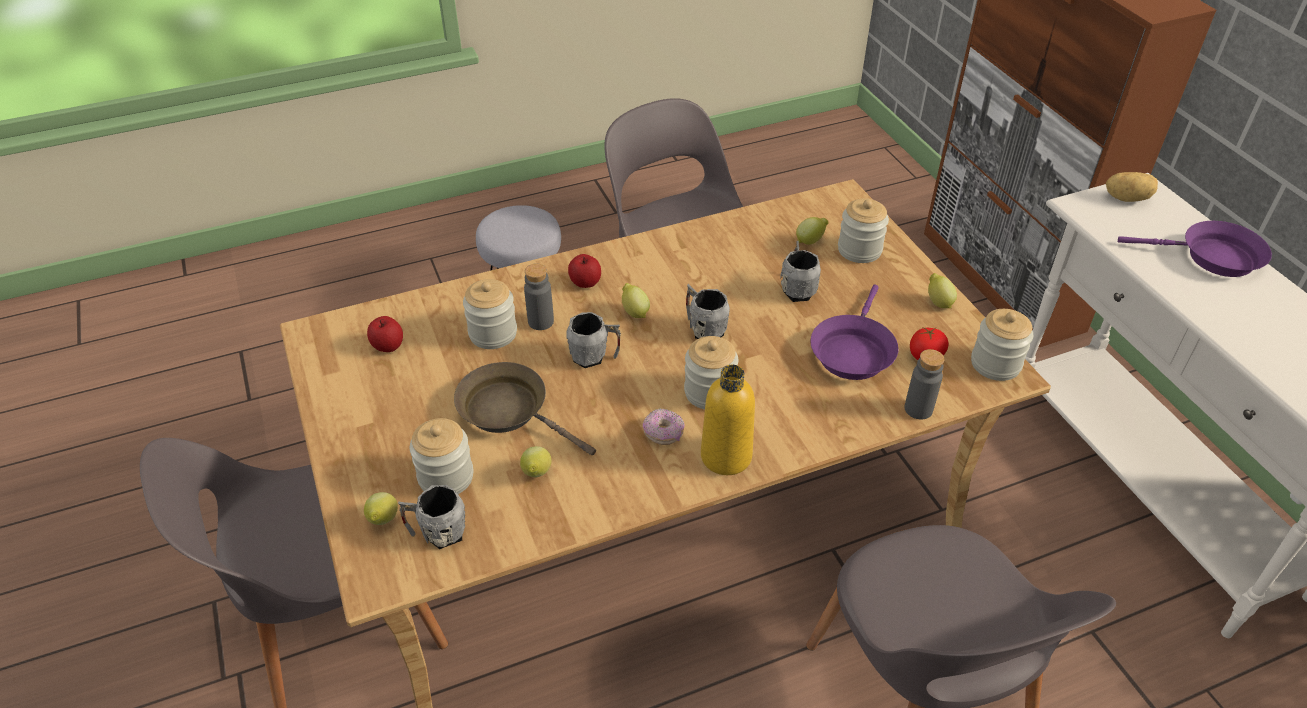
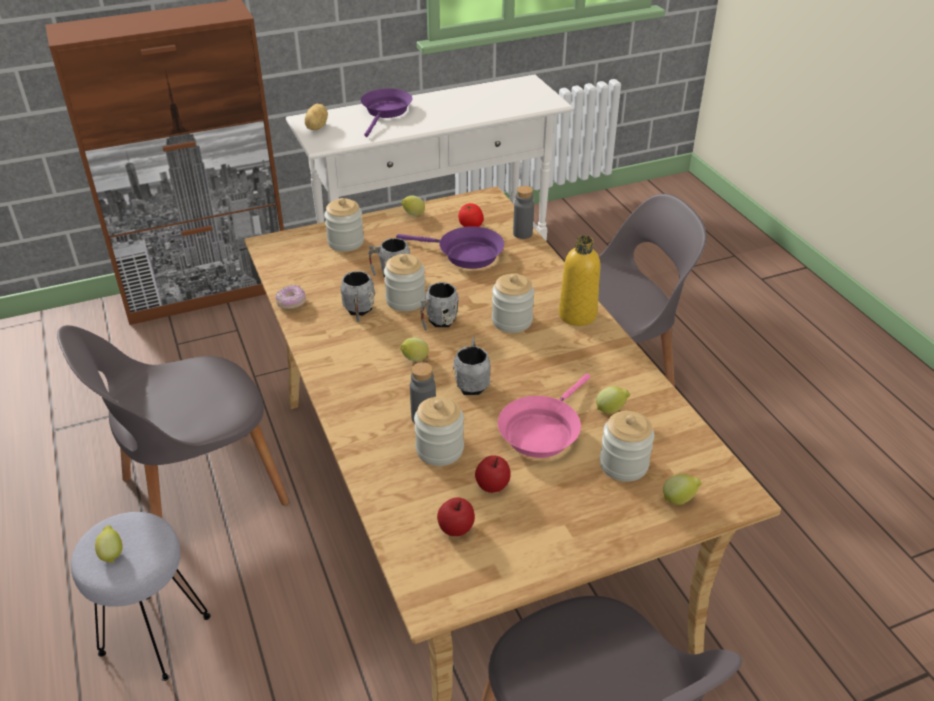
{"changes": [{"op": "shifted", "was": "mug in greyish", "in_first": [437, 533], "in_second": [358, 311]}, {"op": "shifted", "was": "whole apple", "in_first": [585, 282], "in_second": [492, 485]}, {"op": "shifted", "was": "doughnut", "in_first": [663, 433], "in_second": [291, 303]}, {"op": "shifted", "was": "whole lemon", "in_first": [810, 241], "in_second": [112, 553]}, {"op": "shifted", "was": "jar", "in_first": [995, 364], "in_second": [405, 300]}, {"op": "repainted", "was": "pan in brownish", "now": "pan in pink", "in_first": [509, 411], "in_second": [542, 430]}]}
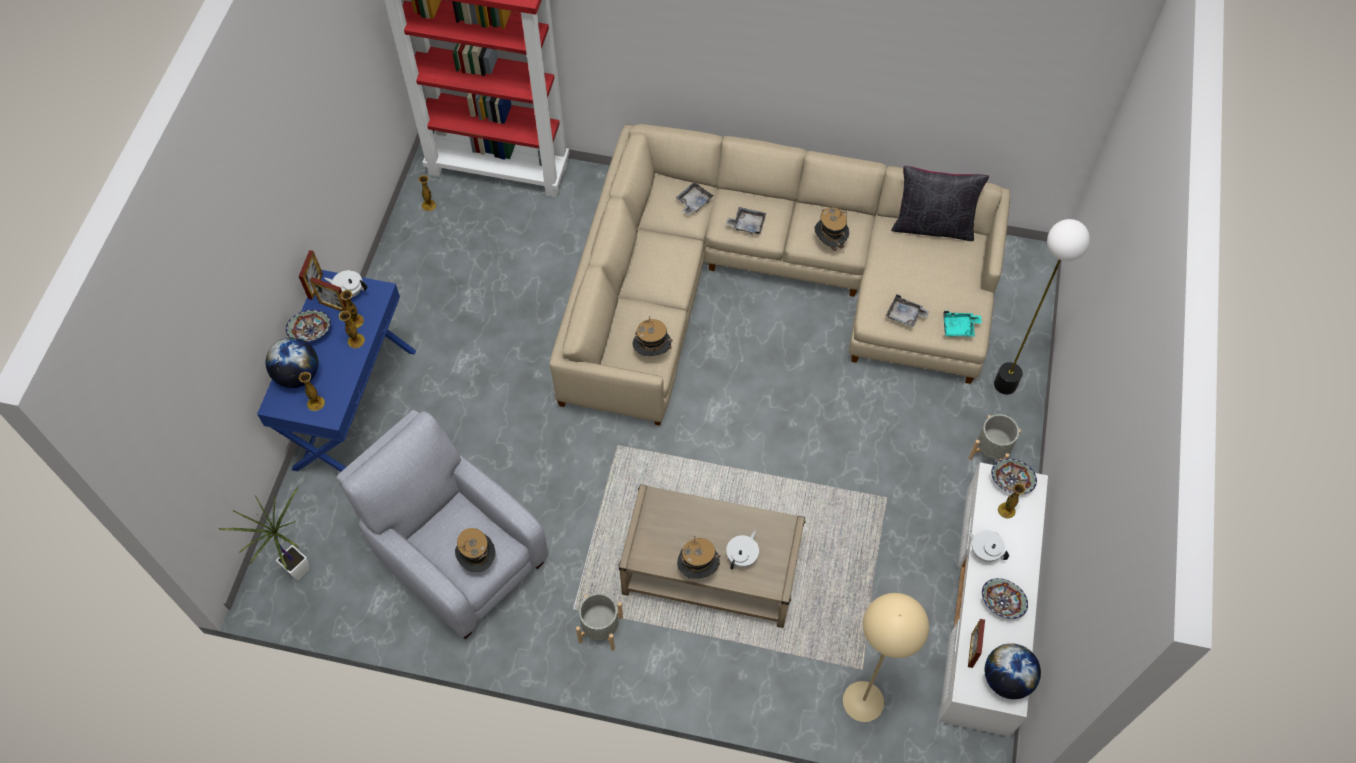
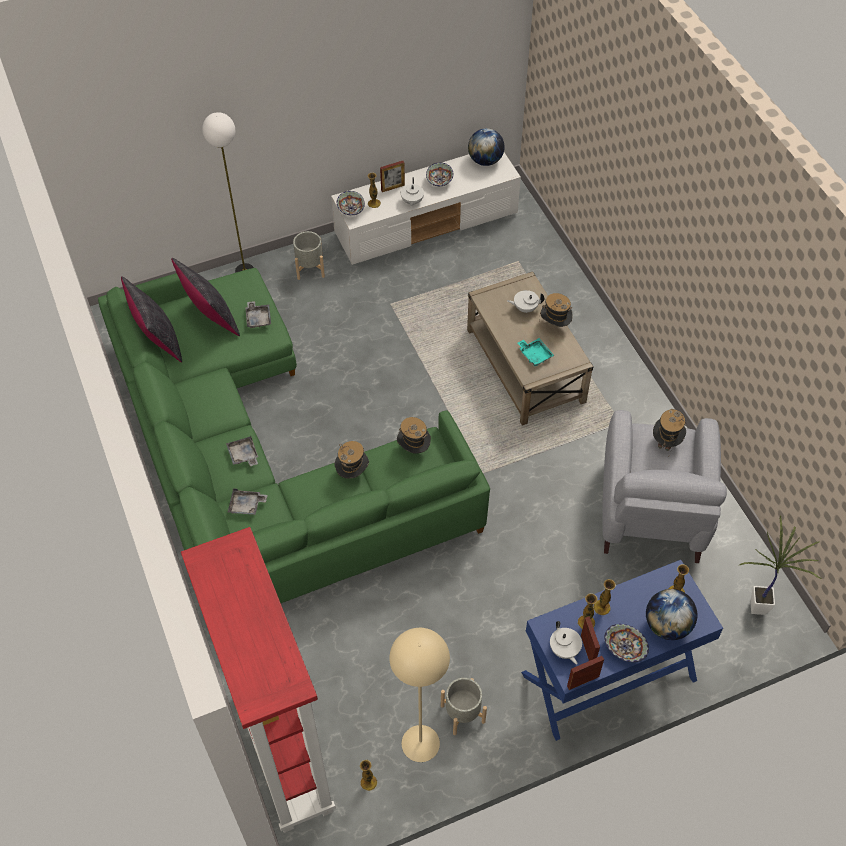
{"changes": [{"op": "new", "now": "throw pillow in blackish", "in_second": [211, 318]}, {"op": "shifted", "was": "flower pot in greyish", "in_first": [601, 629], "in_second": [462, 713]}, {"op": "shifted", "was": "wearable hat", "in_first": [829, 242], "in_second": [352, 473]}, {"op": "shifted", "was": "floor lamp in beige-coloured", "in_first": [863, 701], "in_second": [420, 743]}, {"op": "shifted", "was": "carrying tray in blue-green", "in_first": [959, 328], "in_second": [535, 355]}, {"op": "shifted", "was": "photo frame", "in_first": [972, 650], "in_second": [393, 187]}, {"op": "repainted", "was": "couch in beige-coloured", "now": "couch in greenish", "in_first": [768, 285], "in_second": [262, 461]}]}
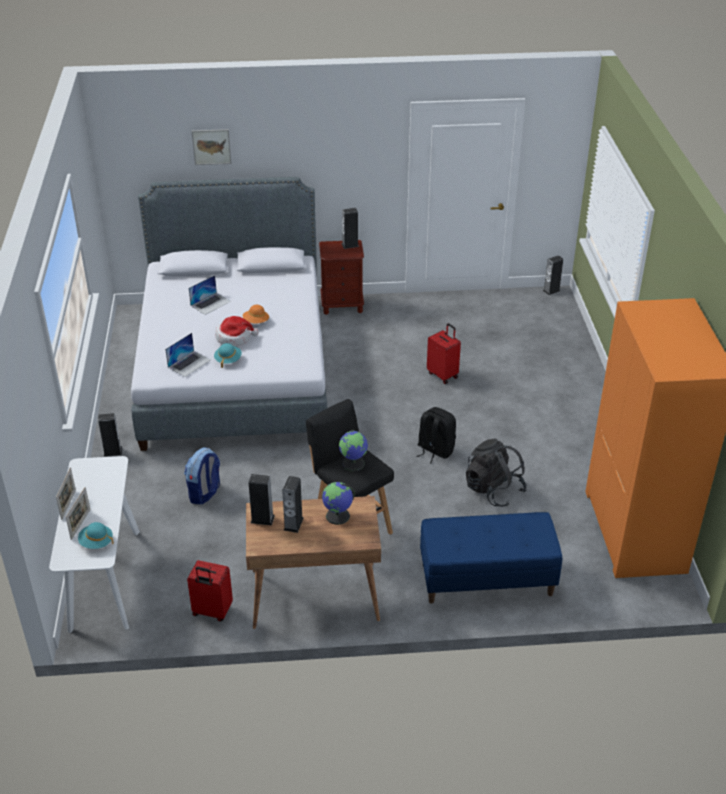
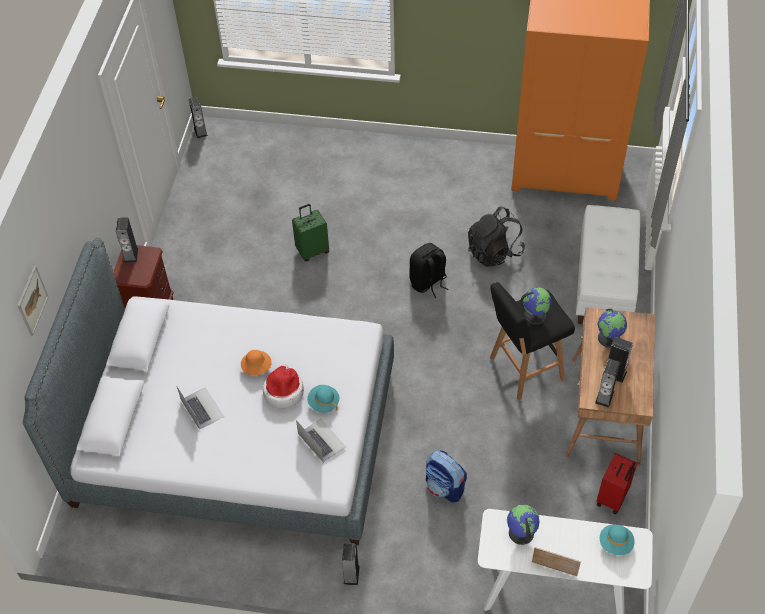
{"changes": [{"op": "gone", "was": "photo frame", "in_first": [80, 524]}, {"op": "new", "now": "desk globe", "in_second": [520, 533]}, {"op": "repainted", "was": "long seat in blue-coloured", "now": "long seat in whitish", "in_first": [486, 580], "in_second": [604, 283]}, {"op": "repainted", "was": "travel case in reddish", "now": "travel case in greenish", "in_first": [443, 375], "in_second": [312, 250]}]}
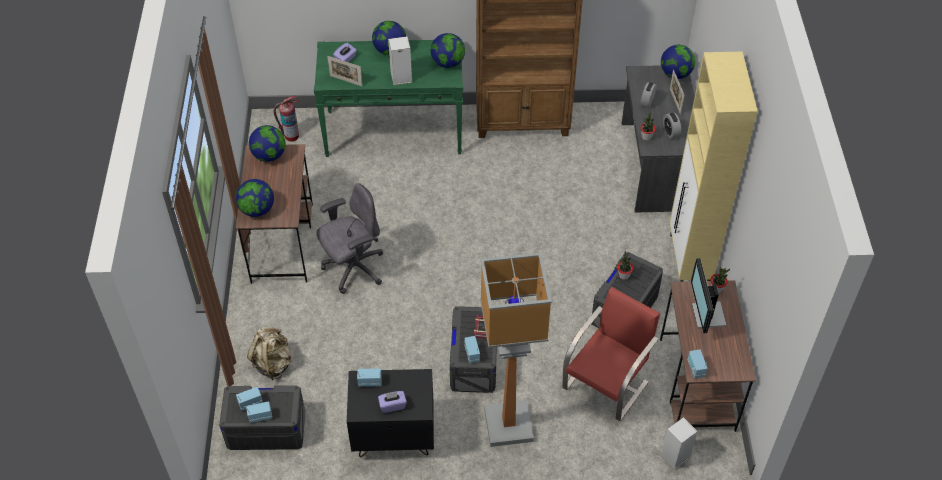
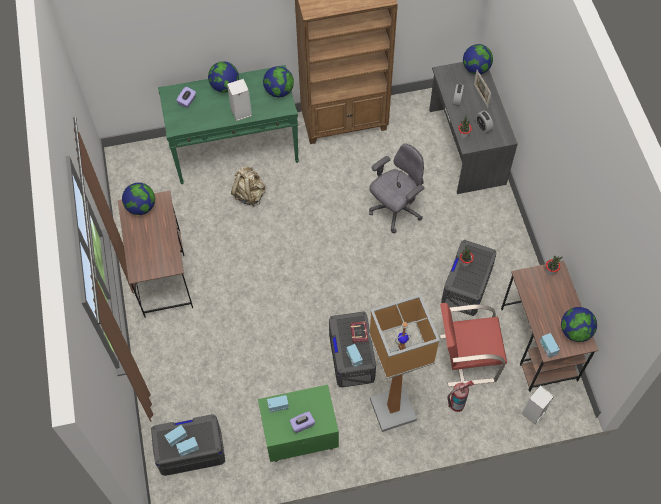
{"changes": [{"op": "gone", "was": "photo frame", "in_first": [346, 81]}, {"op": "gone", "was": "cupboard in beige-coloured", "in_first": [688, 261]}, {"op": "gone", "was": "computer display", "in_first": [707, 315]}, {"op": "shifted", "was": "desk globe", "in_first": [257, 210], "in_second": [575, 331]}, {"op": "shifted", "was": "knapsack in beige-coloured", "in_first": [273, 363], "in_second": [249, 194]}, {"op": "shifted", "was": "extinguisher", "in_first": [291, 136], "in_second": [456, 404]}, {"op": "shifted", "was": "desk chair in greyish", "in_first": [353, 269], "in_second": [395, 210]}, {"op": "repainted", "was": "nightstand in blackish", "now": "nightstand in greenish", "in_first": [393, 436], "in_second": [300, 438]}, {"op": "rotated", "was": "plain chair in reddish", "in_first": [606, 384], "in_second": [465, 358], "clockwise": -120}]}
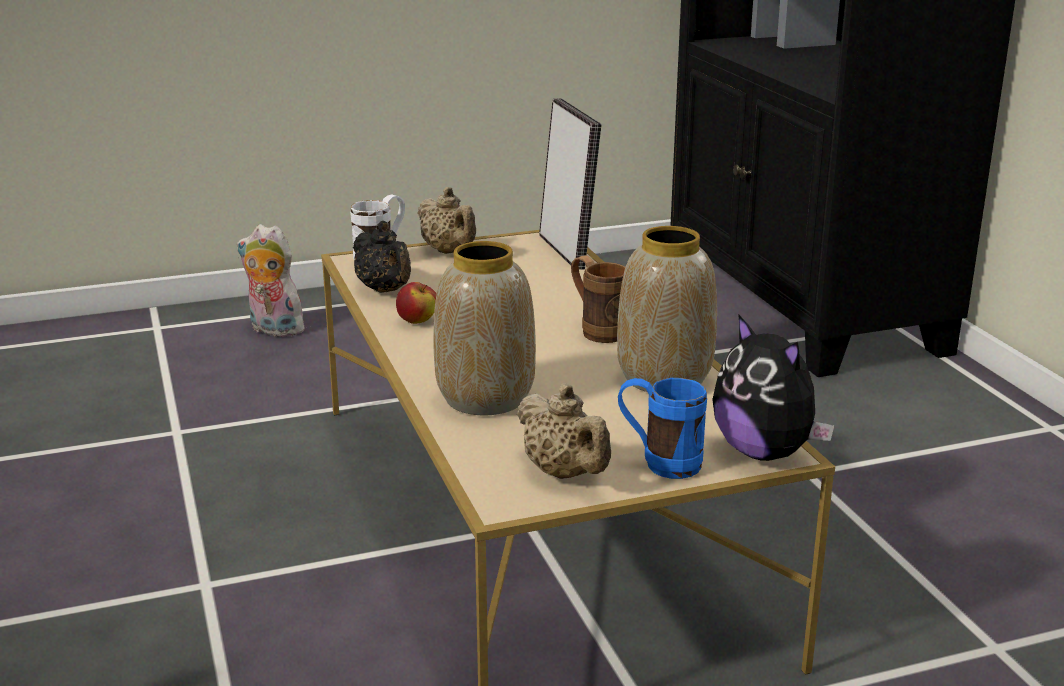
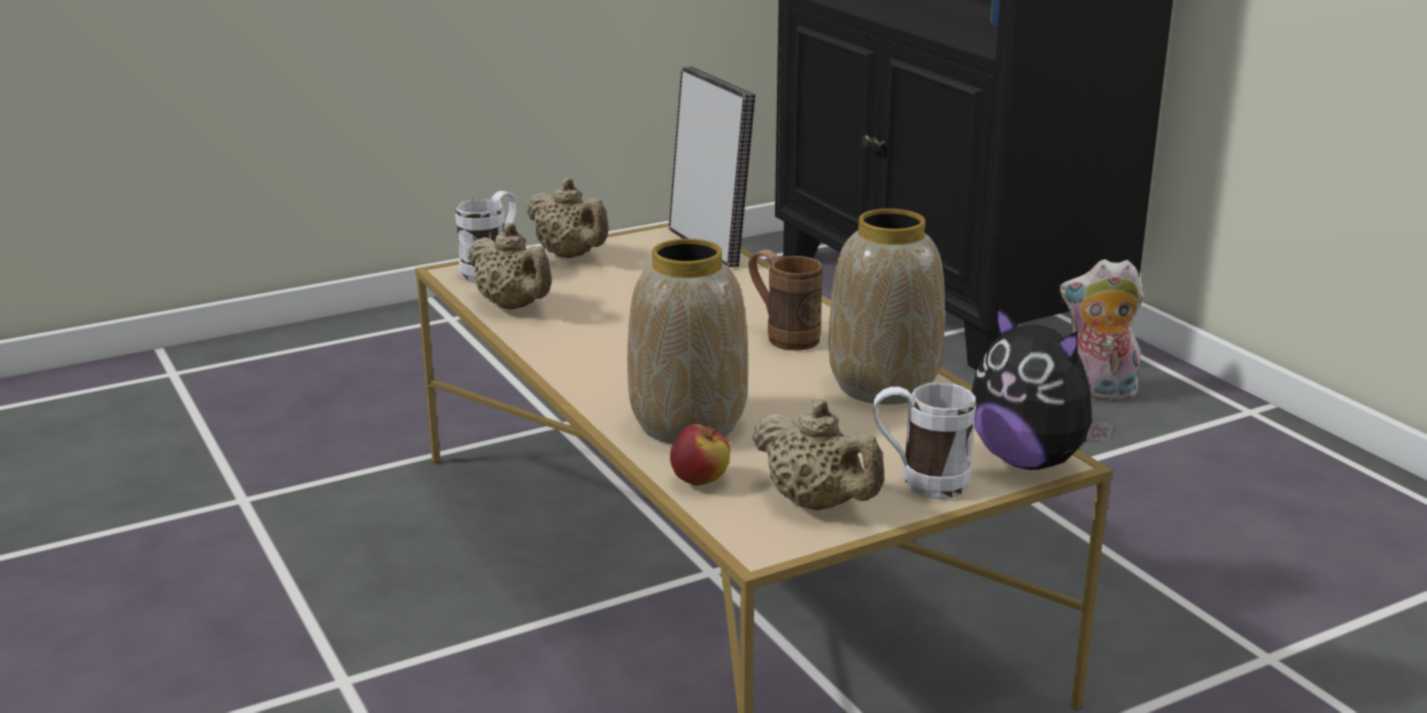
{"changes": [{"op": "shifted", "was": "soft toy", "in_first": [273, 330], "in_second": [1096, 393]}, {"op": "shifted", "was": "whole apple", "in_first": [417, 321], "in_second": [700, 481]}, {"op": "repainted", "was": "teapot in blackish", "now": "teapot in beige-coloured", "in_first": [385, 290], "in_second": [514, 306]}, {"op": "repainted", "was": "mug in blue-coloured", "now": "mug in whitish", "in_first": [659, 463], "in_second": [919, 483]}]}
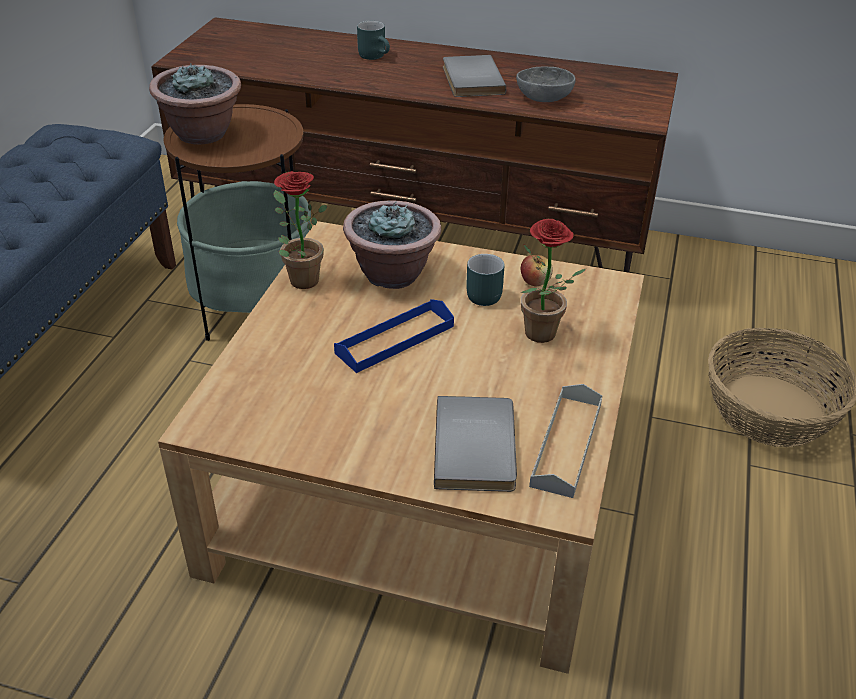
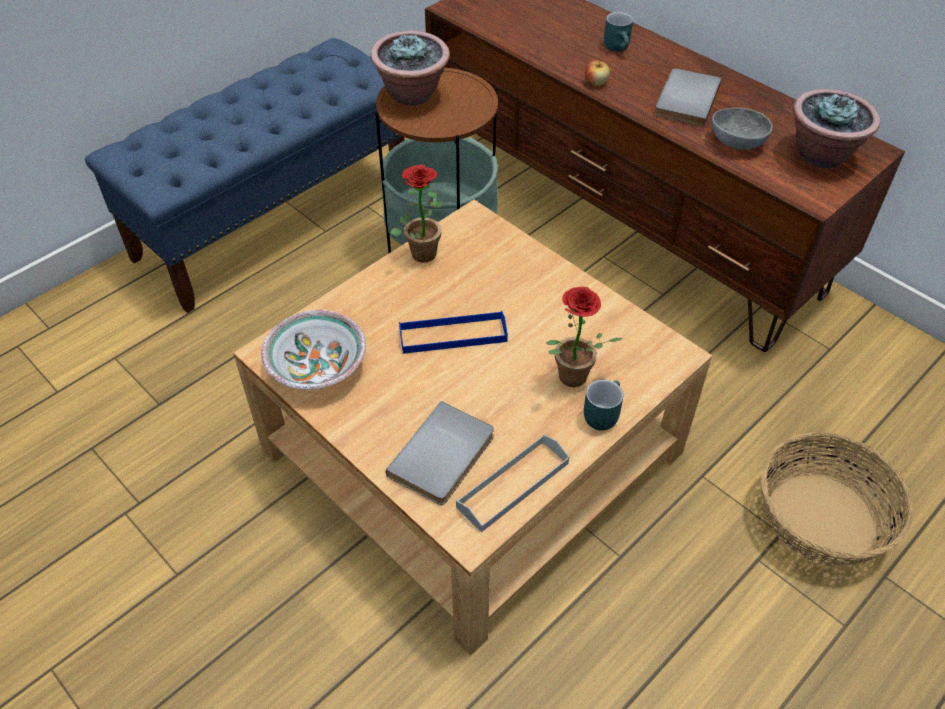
{"changes": [{"op": "new", "now": "deep dish", "in_second": [317, 365]}, {"op": "shifted", "was": "potted plant", "in_first": [392, 274], "in_second": [821, 155]}, {"op": "shifted", "was": "mug in blue-green", "in_first": [481, 293], "in_second": [600, 413]}, {"op": "shifted", "was": "whole apple", "in_first": [535, 282], "in_second": [596, 83]}]}
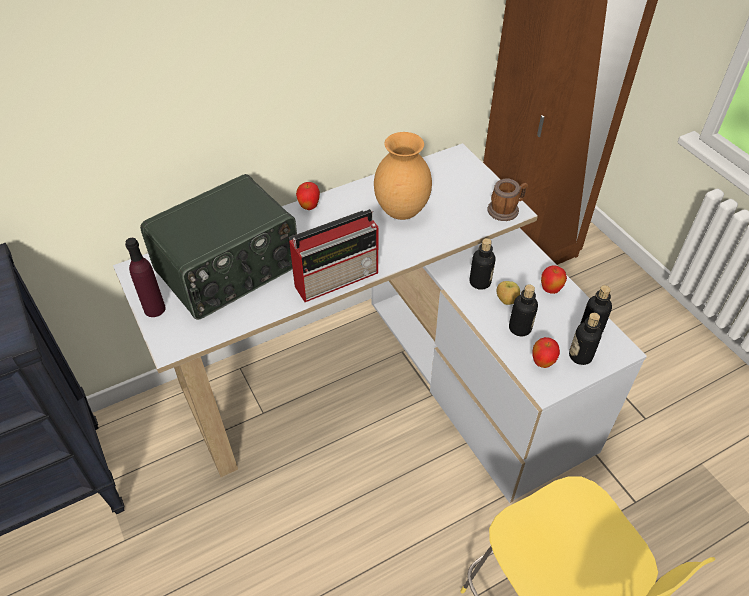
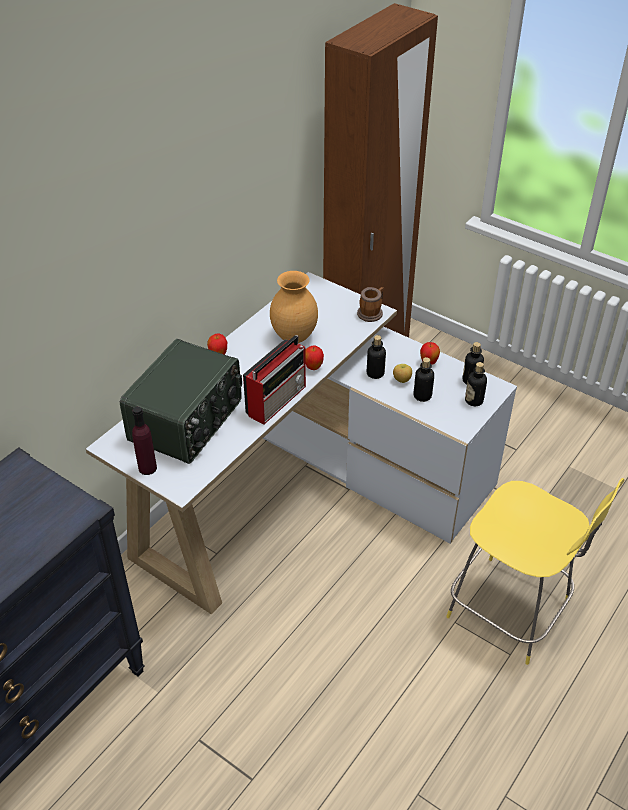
{"changes": [{"op": "shifted", "was": "whole apple", "in_first": [542, 363], "in_second": [313, 367]}]}
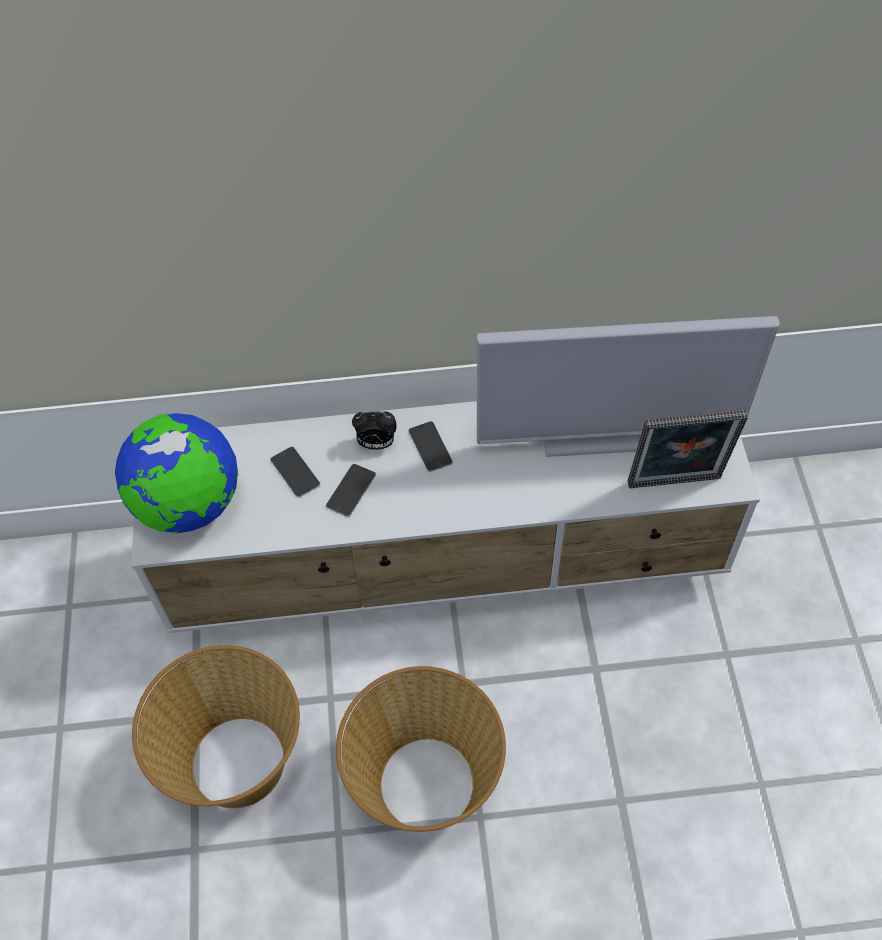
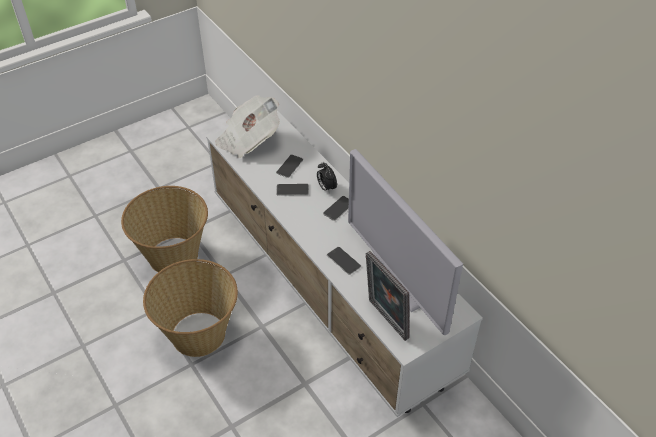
{"changes": [{"op": "new", "now": "phone", "in_second": [343, 260]}, {"op": "swapped", "was": "desk globe", "now": "printed paper", "in_first": [189, 504], "in_second": [248, 139]}]}
